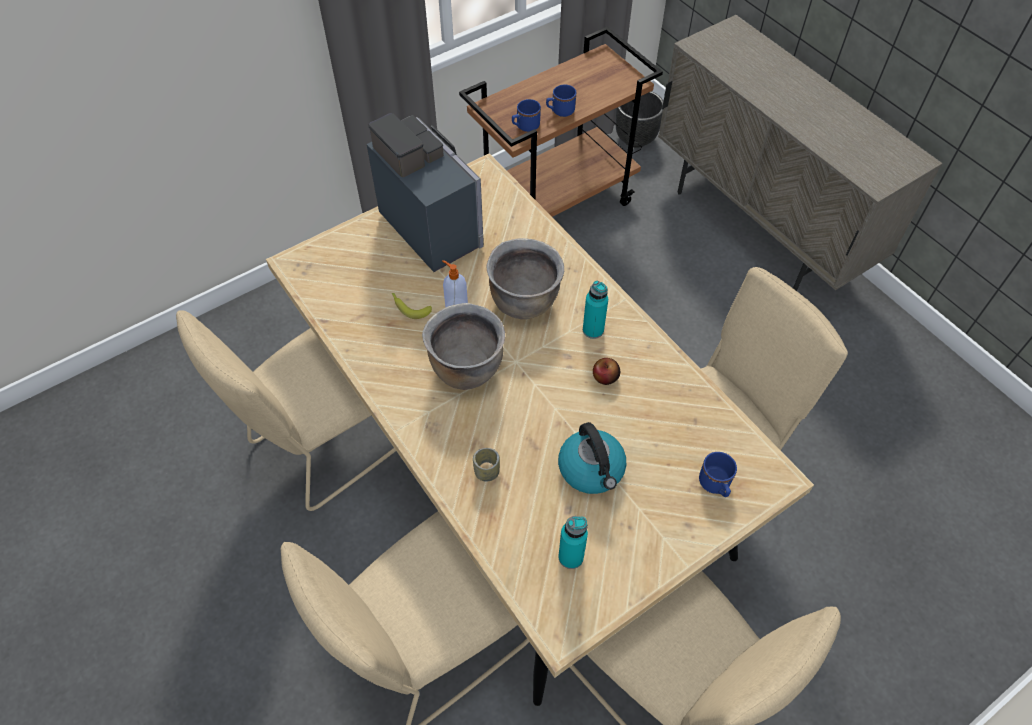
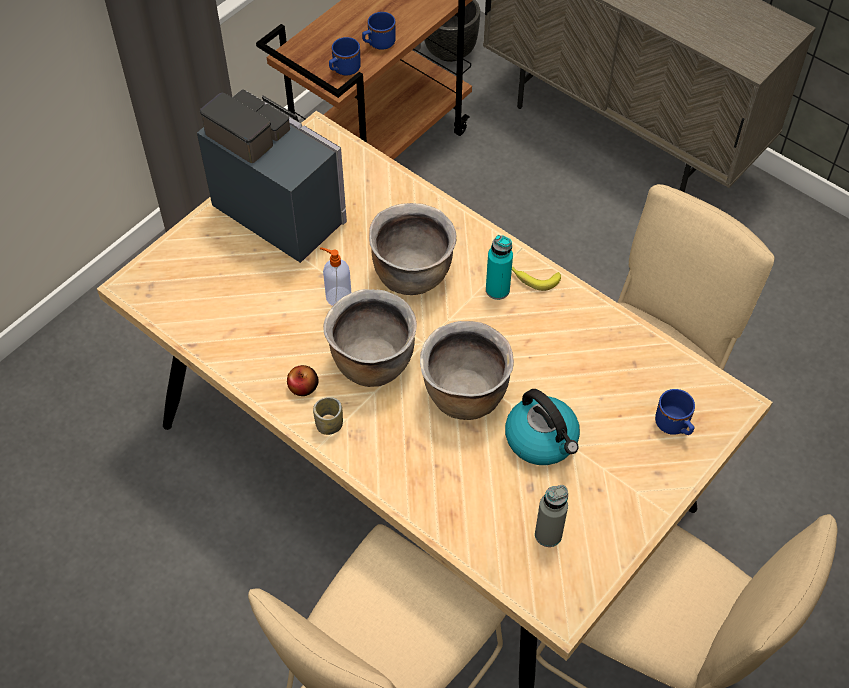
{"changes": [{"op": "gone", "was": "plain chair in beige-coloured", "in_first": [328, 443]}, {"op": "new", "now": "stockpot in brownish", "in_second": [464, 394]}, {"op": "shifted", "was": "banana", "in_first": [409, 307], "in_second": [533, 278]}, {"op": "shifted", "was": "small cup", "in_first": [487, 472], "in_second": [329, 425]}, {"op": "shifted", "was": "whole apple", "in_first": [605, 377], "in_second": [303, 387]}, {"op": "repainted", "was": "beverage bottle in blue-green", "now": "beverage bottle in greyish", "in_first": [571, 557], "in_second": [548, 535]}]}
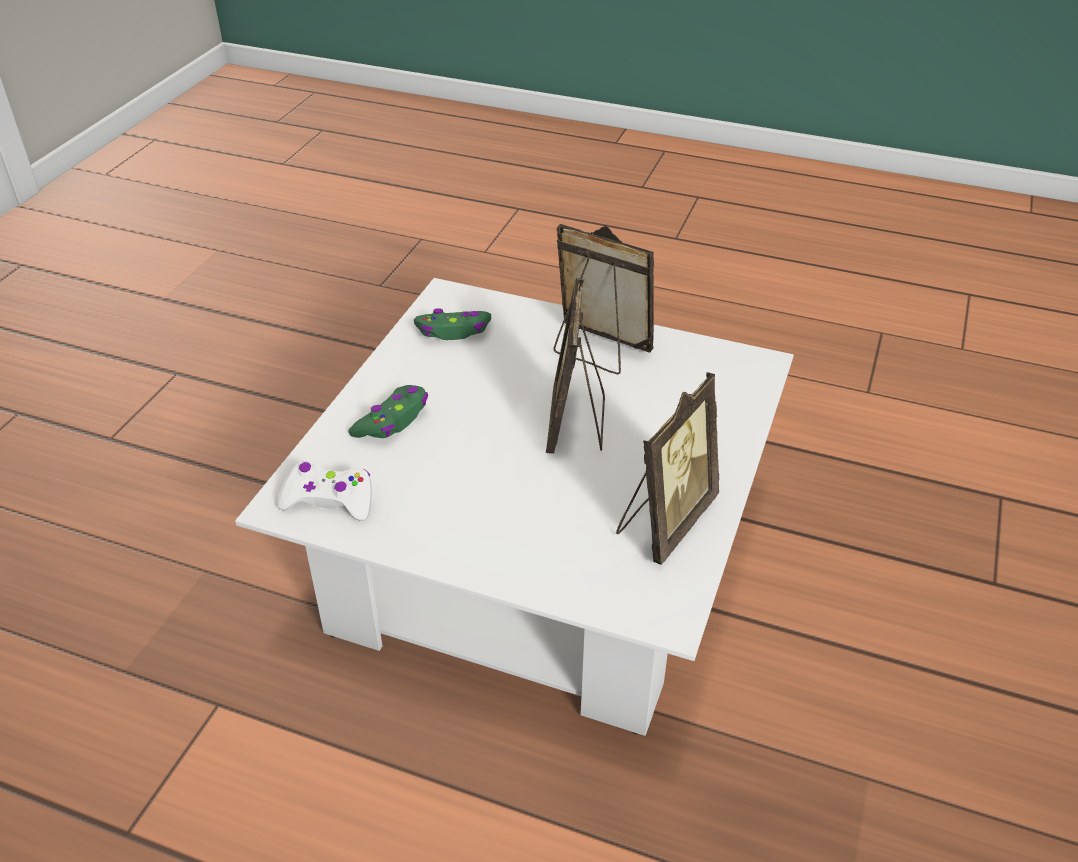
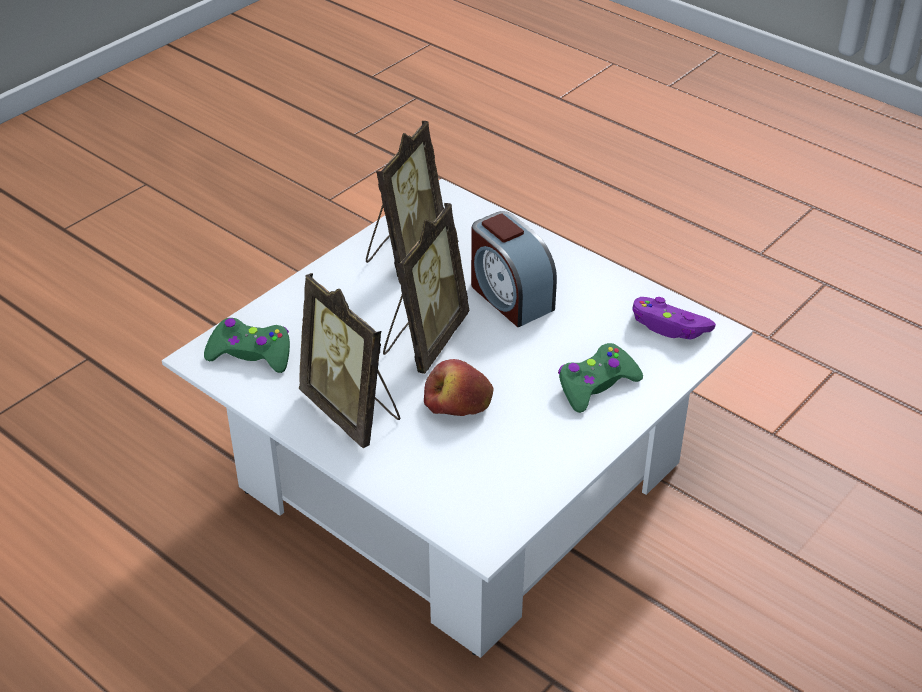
{"changes": [{"op": "new", "now": "whole apple", "in_second": [457, 404]}, {"op": "new", "now": "bedside clock", "in_second": [509, 296]}, {"op": "shifted", "was": "gamepad in greenish", "in_first": [453, 331], "in_second": [251, 354]}, {"op": "repainted", "was": "gamepad in whitish", "now": "gamepad in purplish", "in_first": [329, 500], "in_second": [669, 326]}, {"op": "rotated", "was": "photo frame", "in_first": [664, 521], "in_second": [404, 250], "clockwise": 150}]}
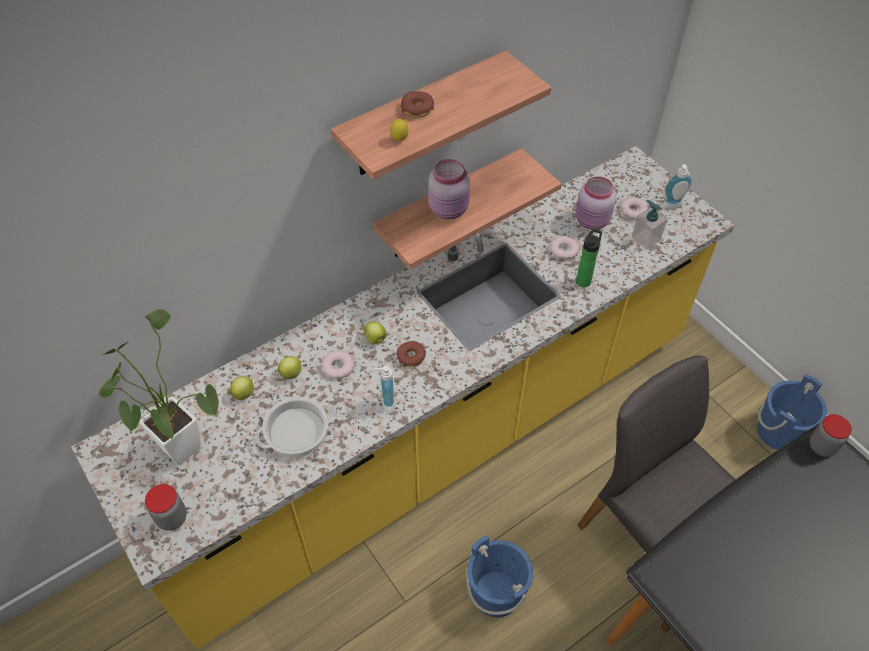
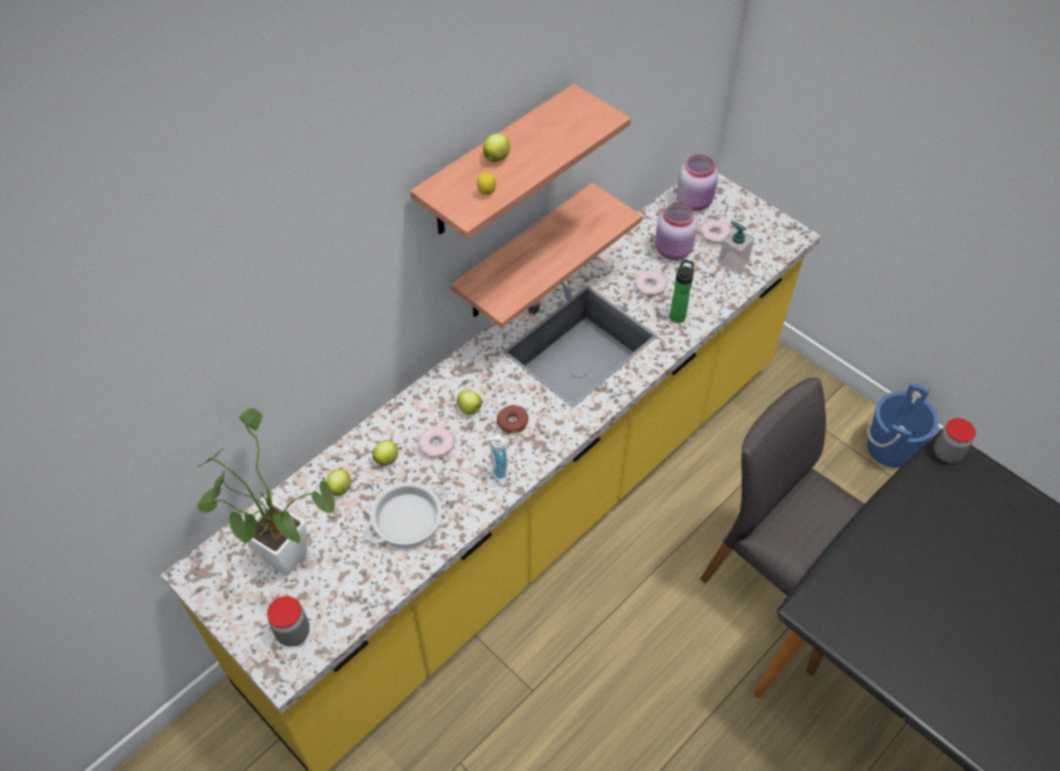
{"changes": [{"op": "gone", "was": "pail in blue-coloured", "in_first": [496, 592]}, {"op": "gone", "was": "soap bottle", "in_first": [673, 207]}, {"op": "shifted", "was": "jar in pink", "in_first": [450, 209], "in_second": [695, 202]}, {"op": "swapped", "was": "doughnut", "now": "whole apple", "in_first": [417, 109], "in_second": [497, 158]}]}
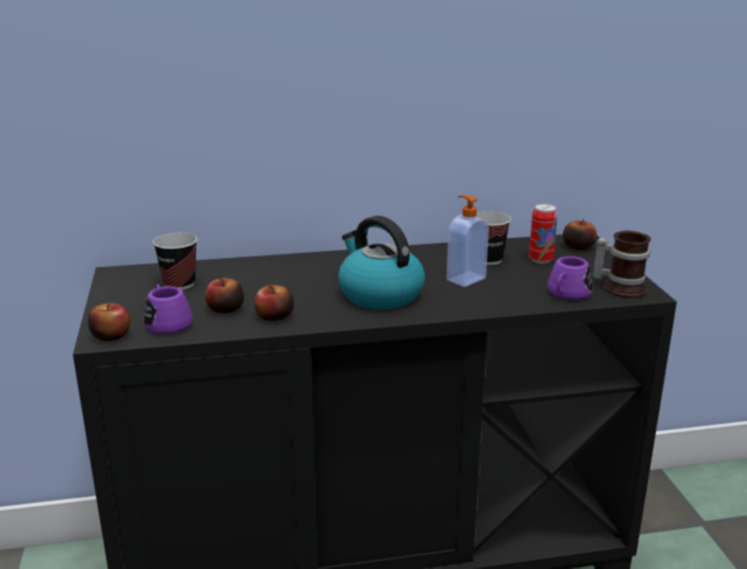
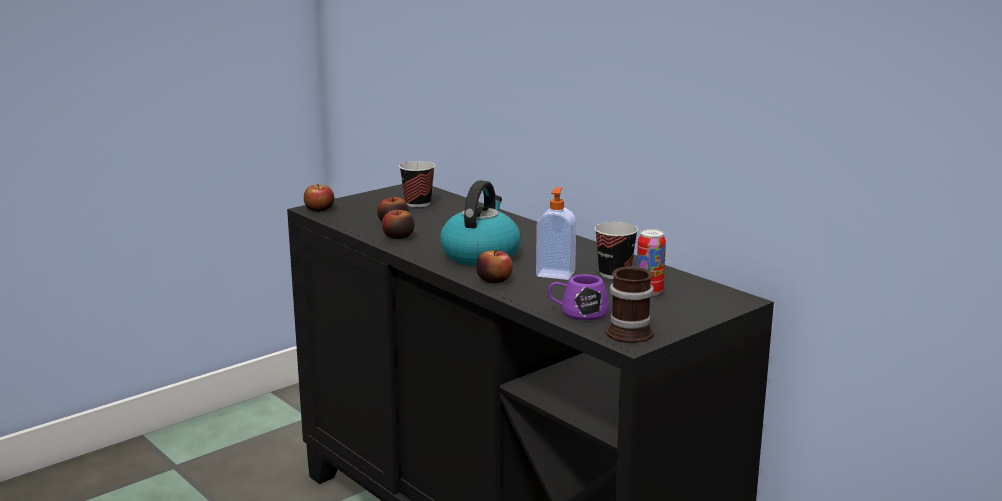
{"changes": [{"op": "gone", "was": "mug in purplish", "in_first": [167, 322]}, {"op": "shifted", "was": "whole apple", "in_first": [578, 247], "in_second": [494, 280]}]}
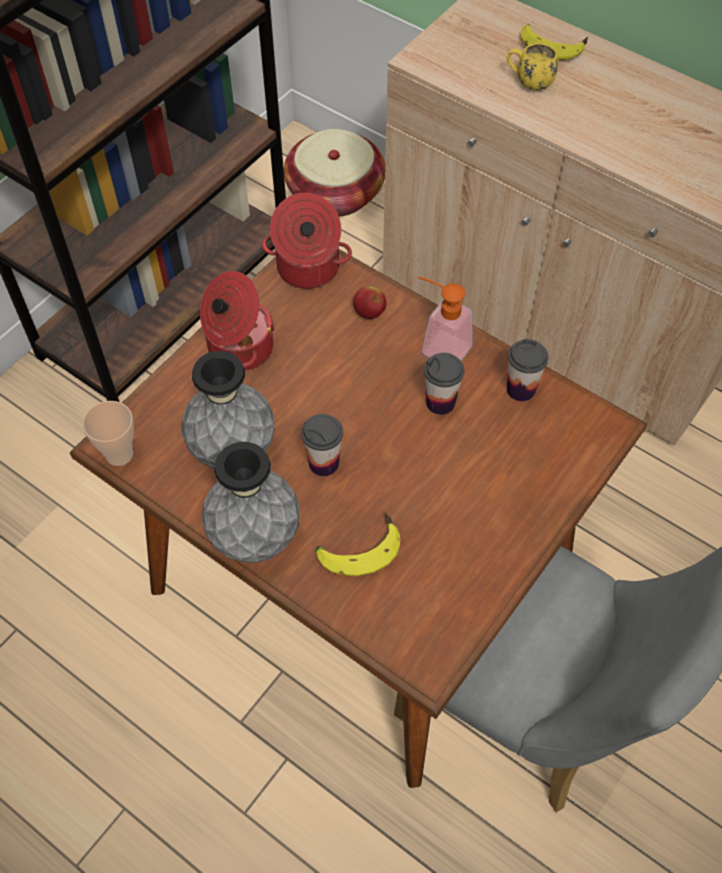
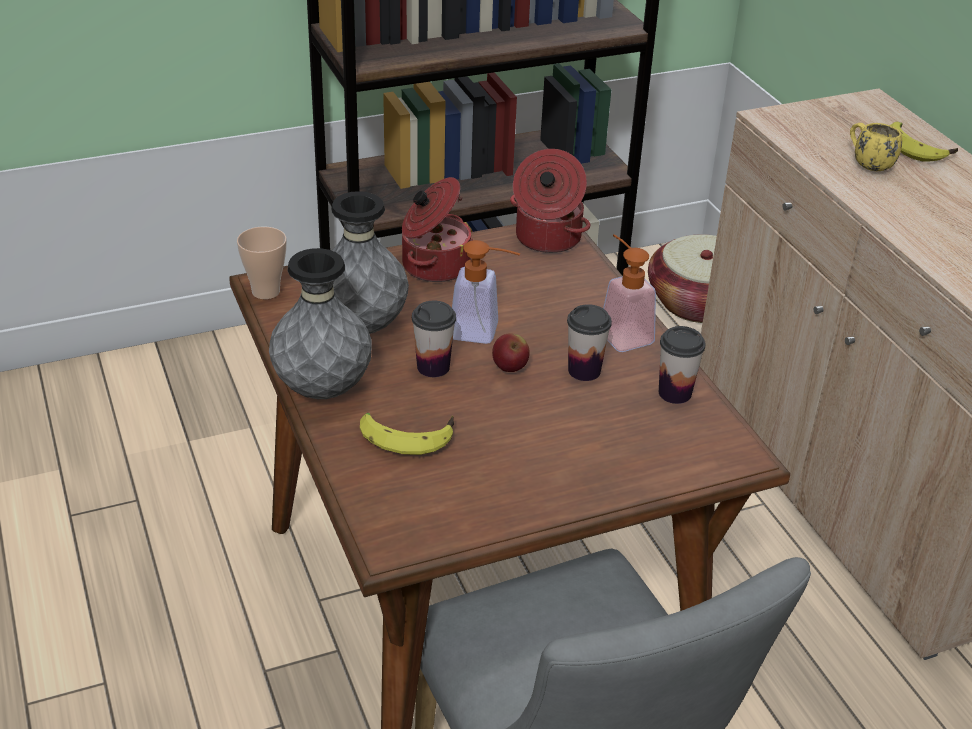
{"changes": [{"op": "new", "now": "soap bottle", "in_second": [483, 332]}, {"op": "shifted", "was": "whole apple", "in_first": [369, 313], "in_second": [510, 368]}]}
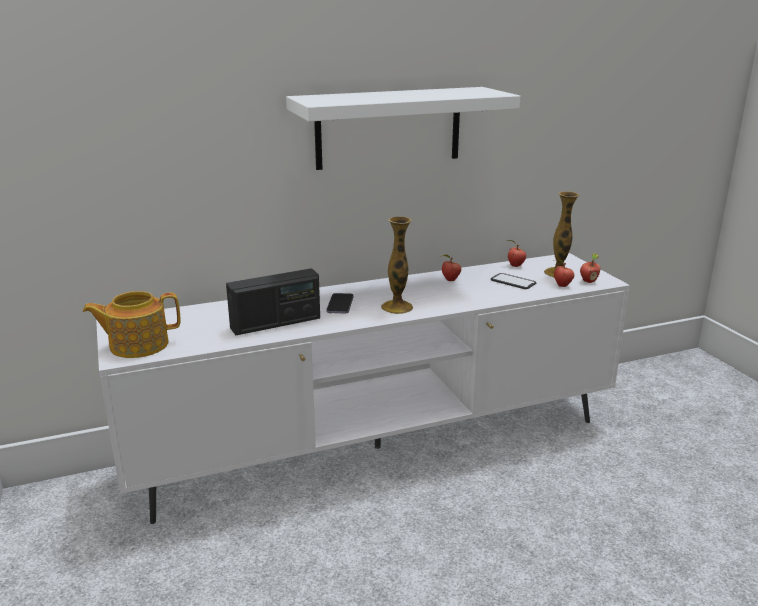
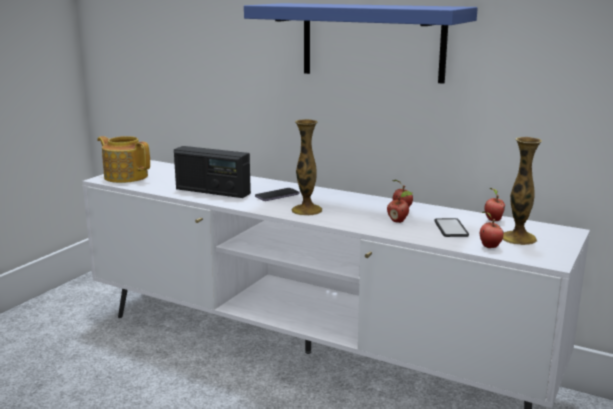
{"changes": [{"op": "shifted", "was": "whole apple", "in_first": [588, 281], "in_second": [398, 221]}, {"op": "repainted", "was": "bracket shelf in whitish", "now": "bracket shelf in blue-coloured", "in_first": [389, 128], "in_second": [372, 42]}]}
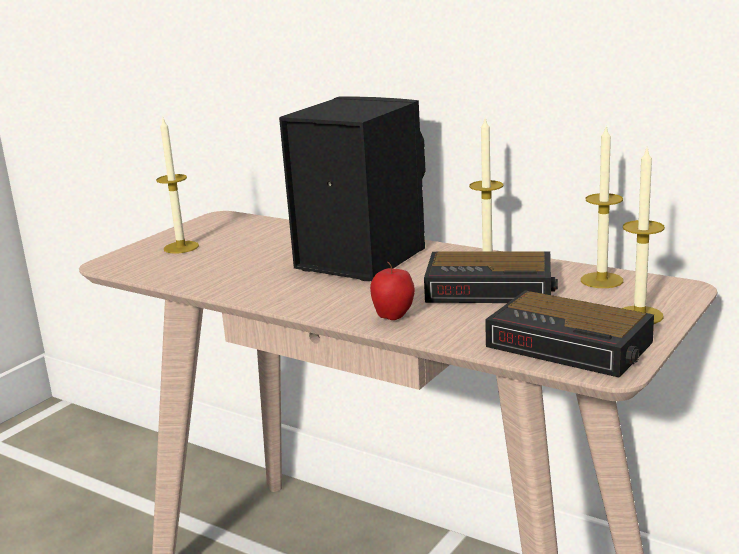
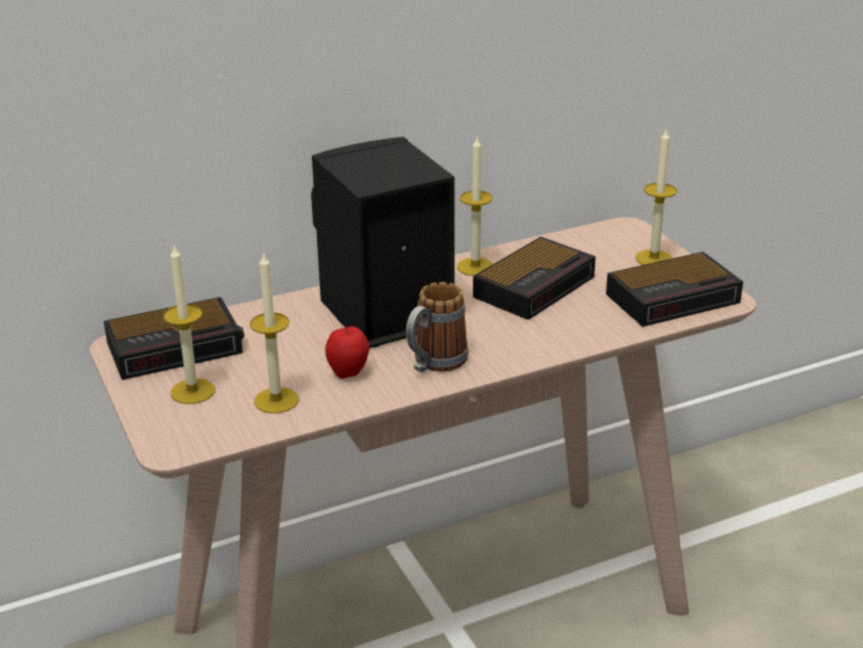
{"changes": [{"op": "new", "now": "bedside clock", "in_second": [177, 347]}, {"op": "new", "now": "mug", "in_second": [434, 364]}, {"op": "shifted", "was": "whole apple", "in_first": [393, 317], "in_second": [348, 373]}, {"op": "shifted", "was": "candle", "in_first": [601, 280], "in_second": [276, 400]}]}
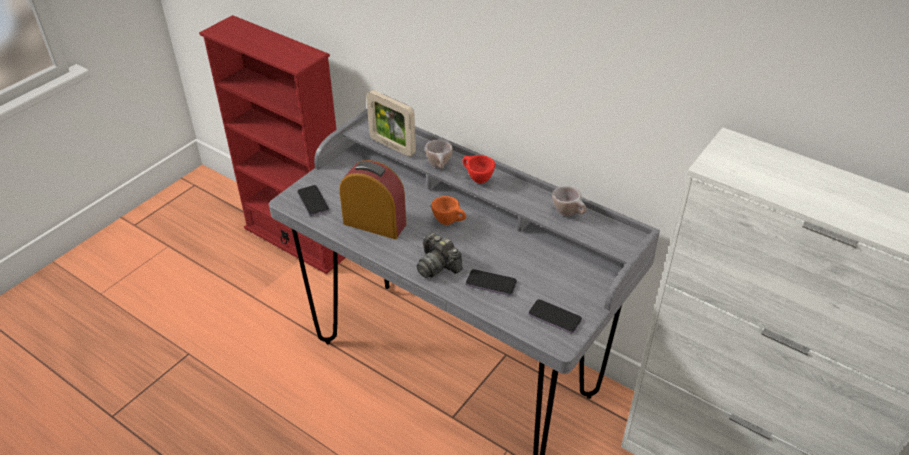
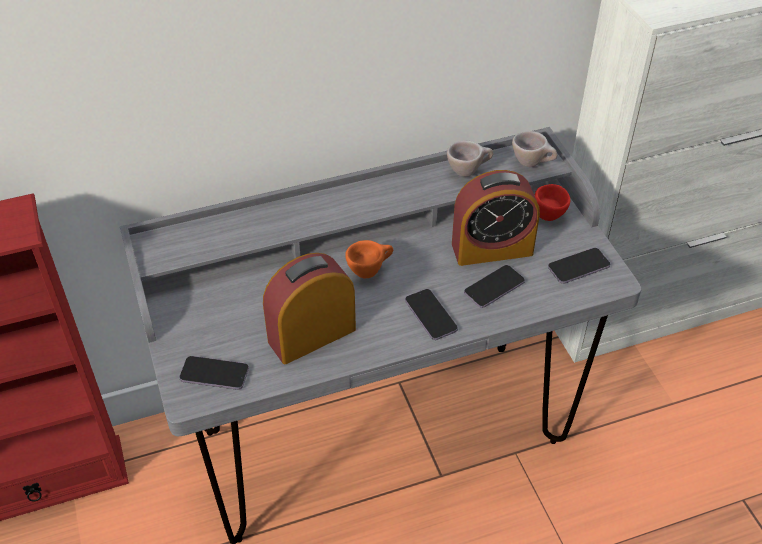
{"changes": [{"op": "gone", "was": "photo frame", "in_first": [392, 146]}, {"op": "new", "now": "bedside clock", "in_second": [492, 249]}, {"op": "shifted", "was": "small cup in beige-coloured", "in_first": [440, 166], "in_second": [532, 163]}, {"op": "shifted", "was": "small cup in reddish", "in_first": [476, 179], "in_second": [543, 218]}, {"op": "swapped", "was": "photo camera", "now": "phone", "in_first": [437, 265], "in_second": [430, 315]}]}
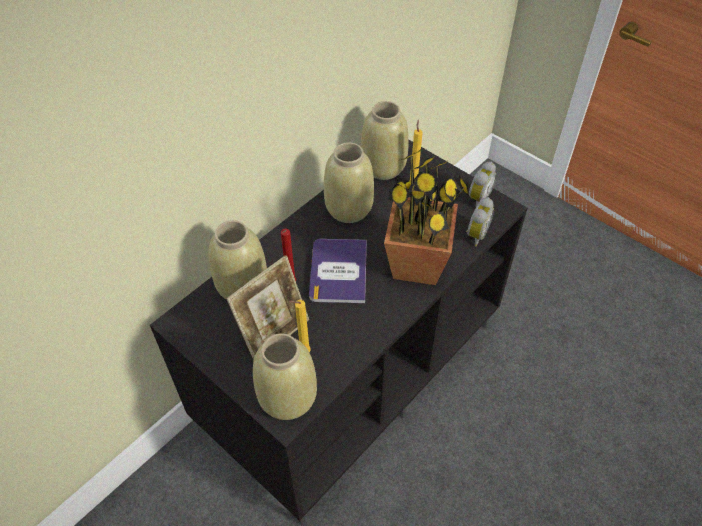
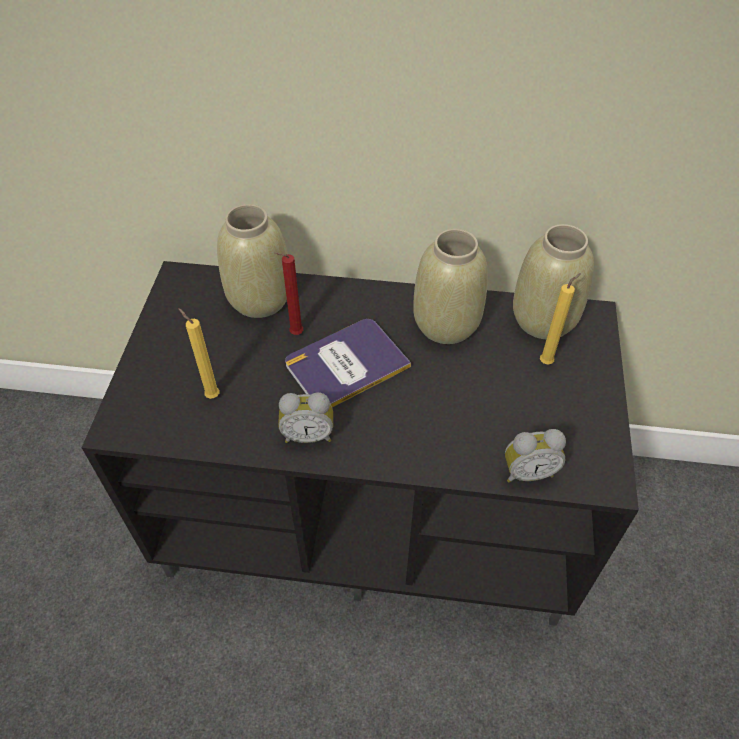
{"changes": [{"op": "gone", "was": "photo frame", "in_first": [274, 332]}, {"op": "gone", "was": "decorative vase in beige-coloured", "in_first": [287, 399]}, {"op": "gone", "was": "potted plant", "in_first": [417, 264]}, {"op": "shifted", "was": "bedside clock", "in_first": [477, 198], "in_second": [308, 434]}]}
